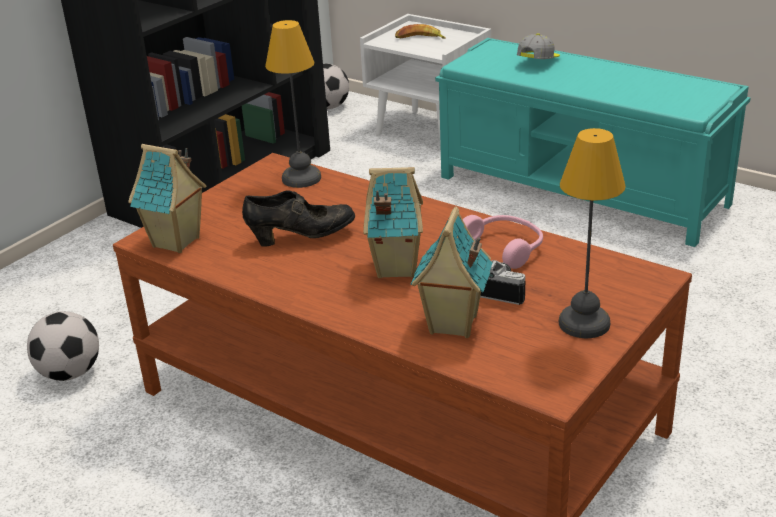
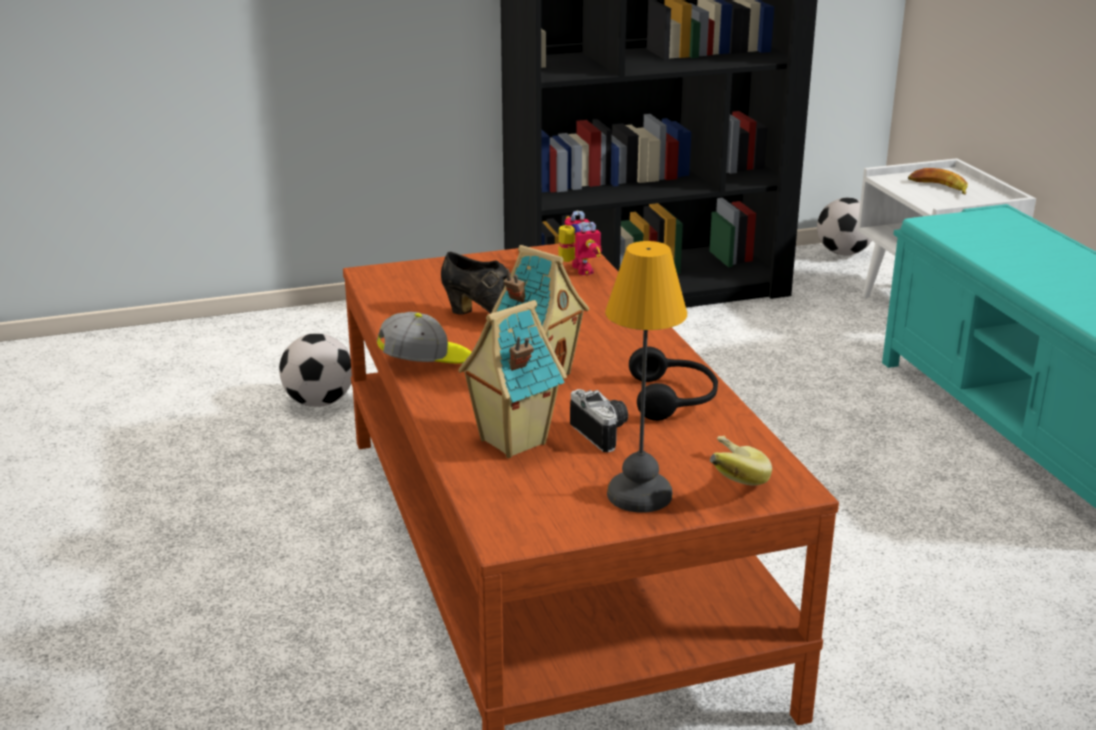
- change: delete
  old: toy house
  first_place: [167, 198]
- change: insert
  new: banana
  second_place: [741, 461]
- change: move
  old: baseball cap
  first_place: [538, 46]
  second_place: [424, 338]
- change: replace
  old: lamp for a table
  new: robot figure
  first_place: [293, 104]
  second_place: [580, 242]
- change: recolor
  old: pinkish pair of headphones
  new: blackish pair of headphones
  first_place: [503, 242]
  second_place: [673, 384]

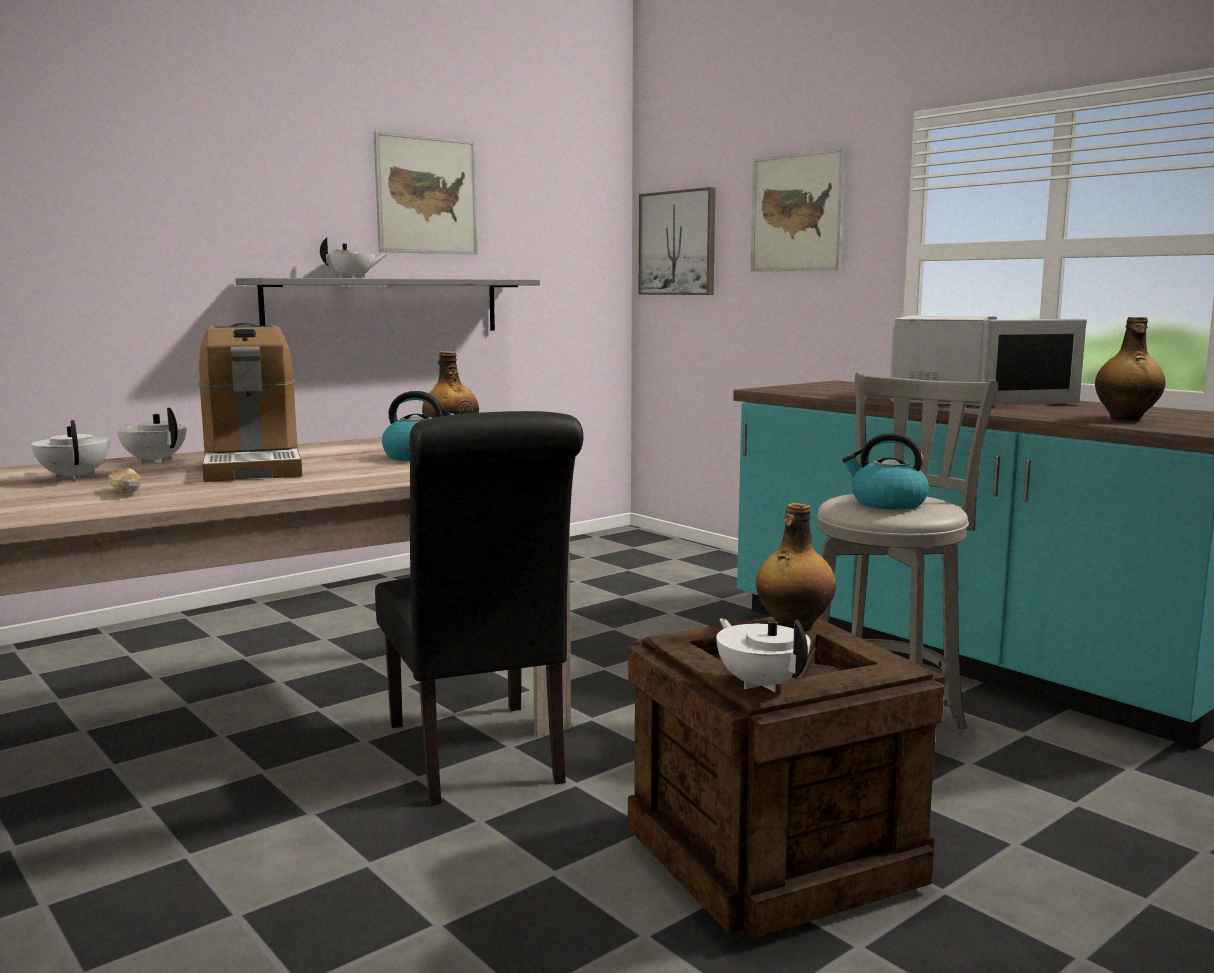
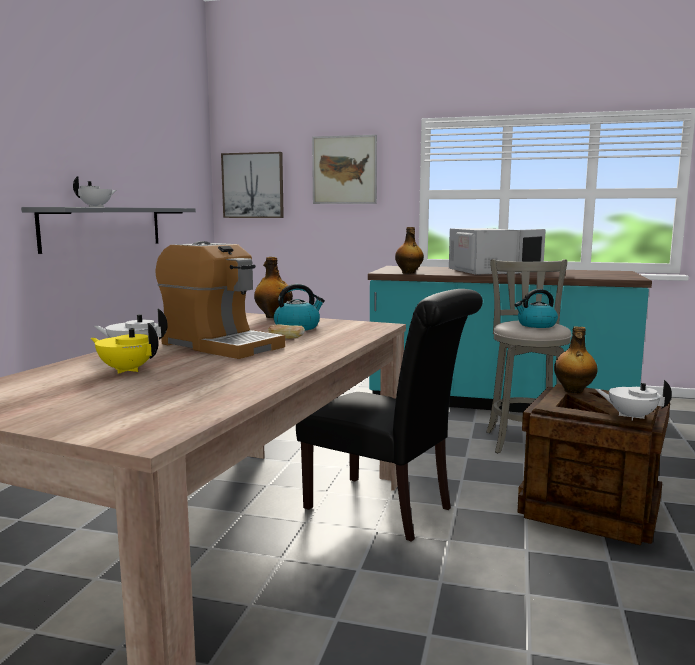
- change: delete
  old: picture
  first_place: [426, 192]
- change: move
  old: baked bread
  first_place: [124, 481]
  second_place: [286, 331]
- change: move
  old: bottle
  first_place: [1130, 369]
  second_place: [409, 250]
- change: recolor
  old: white-coloured pot for tea
  new: yellow-coloured pot for tea
  first_place: [70, 450]
  second_place: [125, 348]

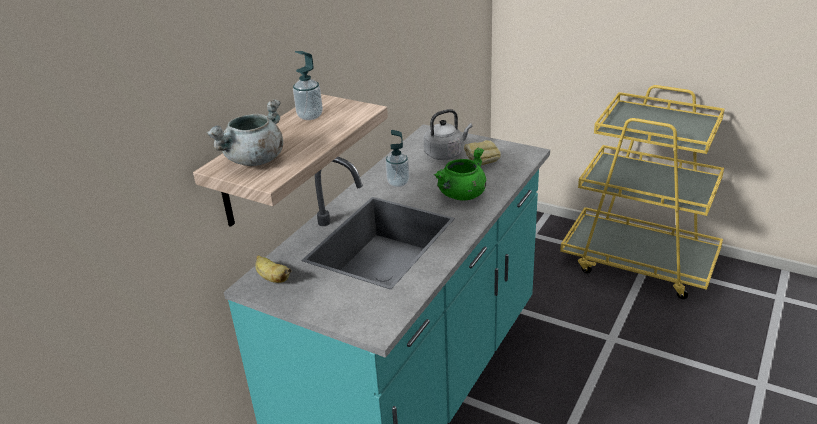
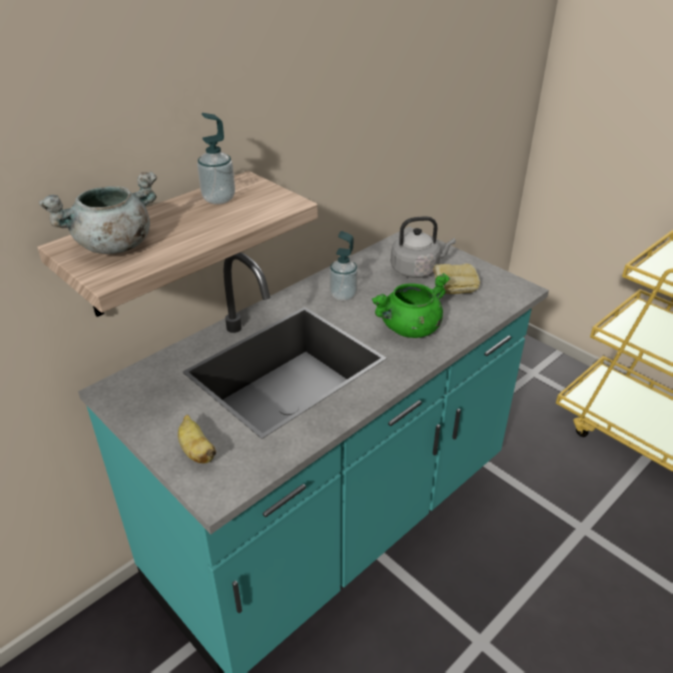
- change: move
  old: banana
  first_place: [273, 269]
  second_place: [197, 439]

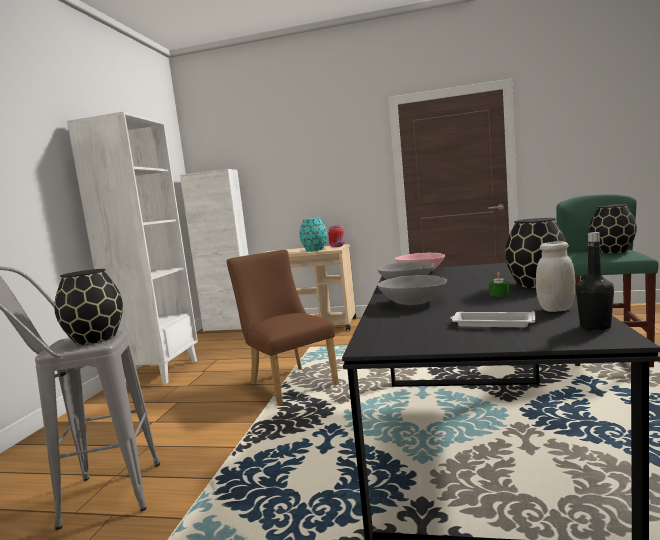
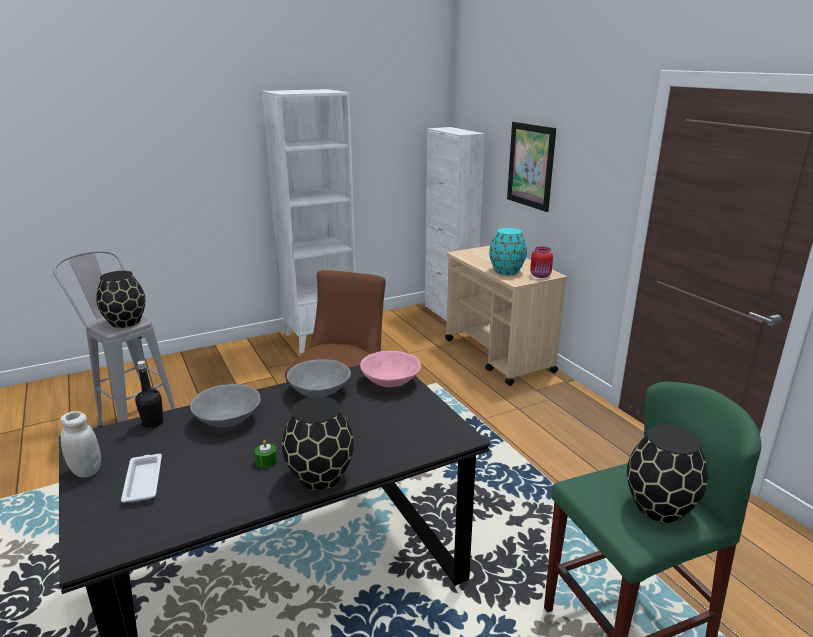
- change: insert
  new: picture
  second_place: [531, 167]
- change: move
  old: white-coloured storage jar
  first_place: [555, 276]
  second_place: [80, 444]
- change: move
  old: blackish bottle
  first_place: [595, 281]
  second_place: [149, 394]

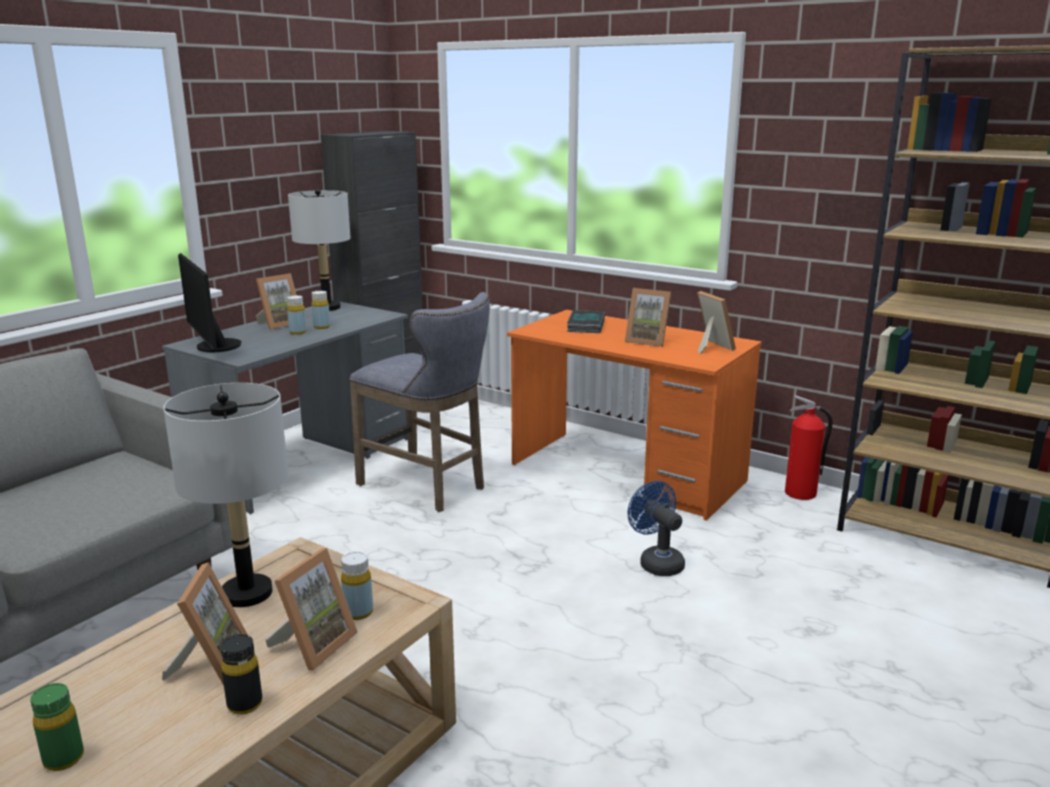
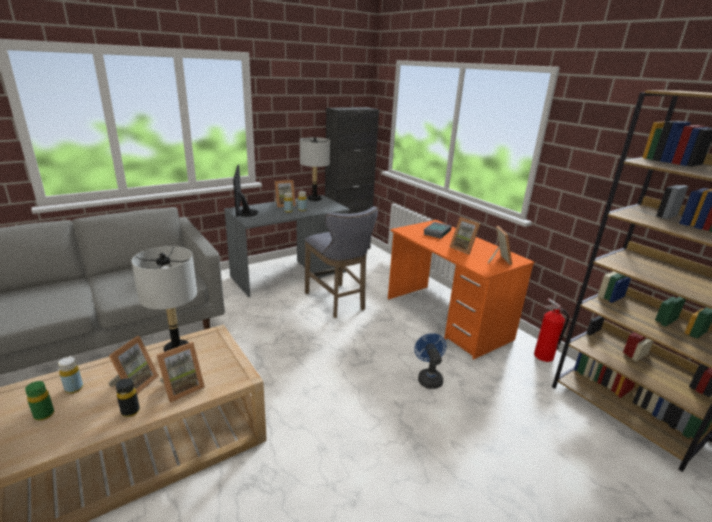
- change: move
  old: yellow-coloured bottle
  first_place: [357, 586]
  second_place: [70, 375]

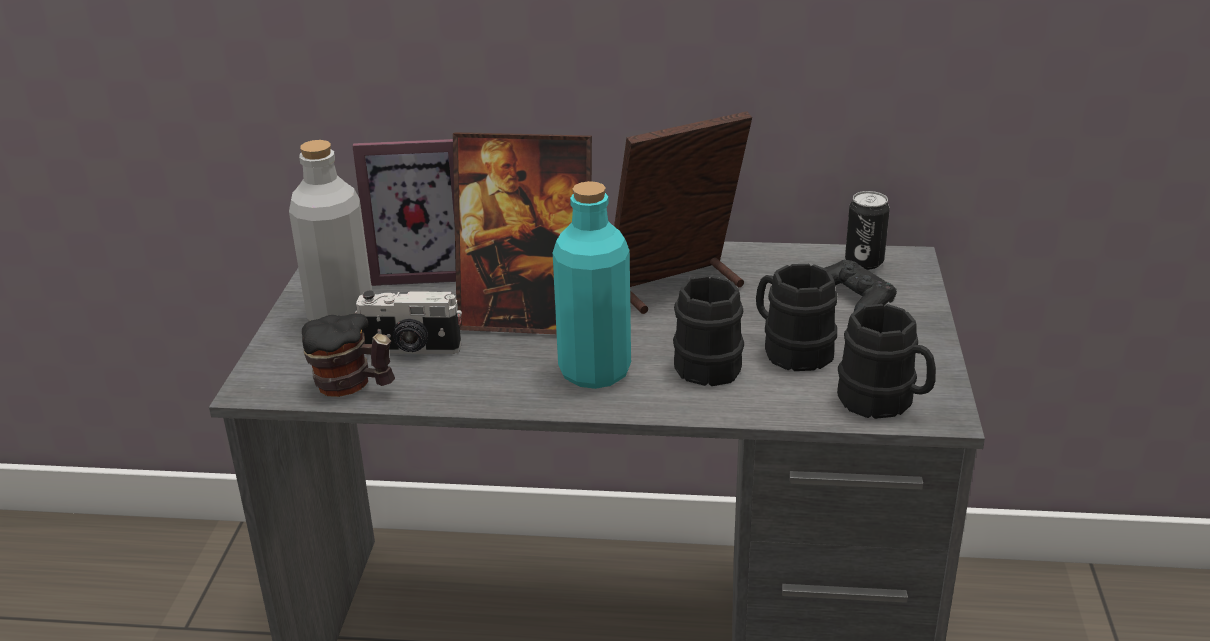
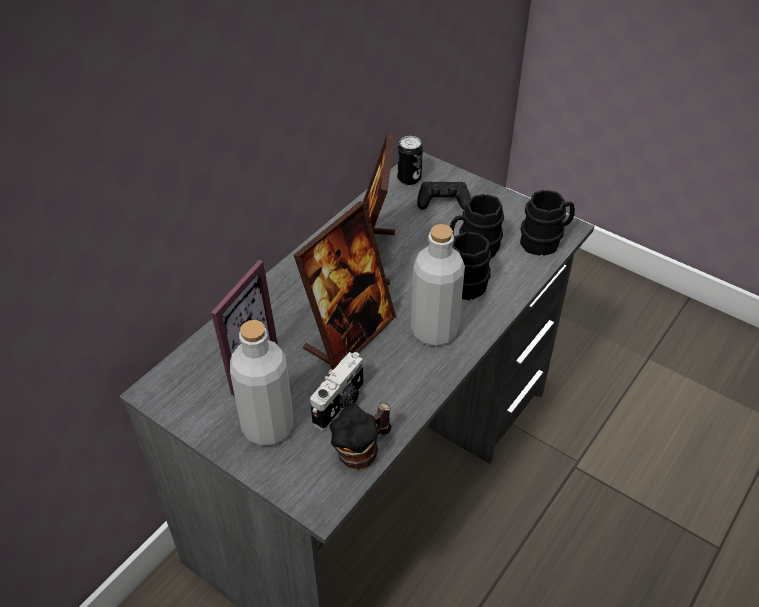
- change: recolor
  old: blue-green bottle
  new: grey bottle
  first_place: [592, 285]
  second_place: [438, 285]

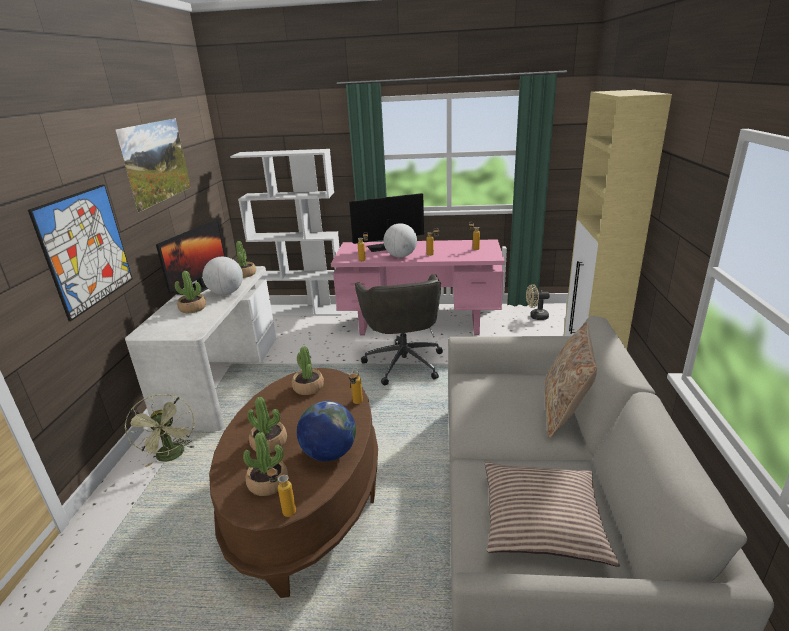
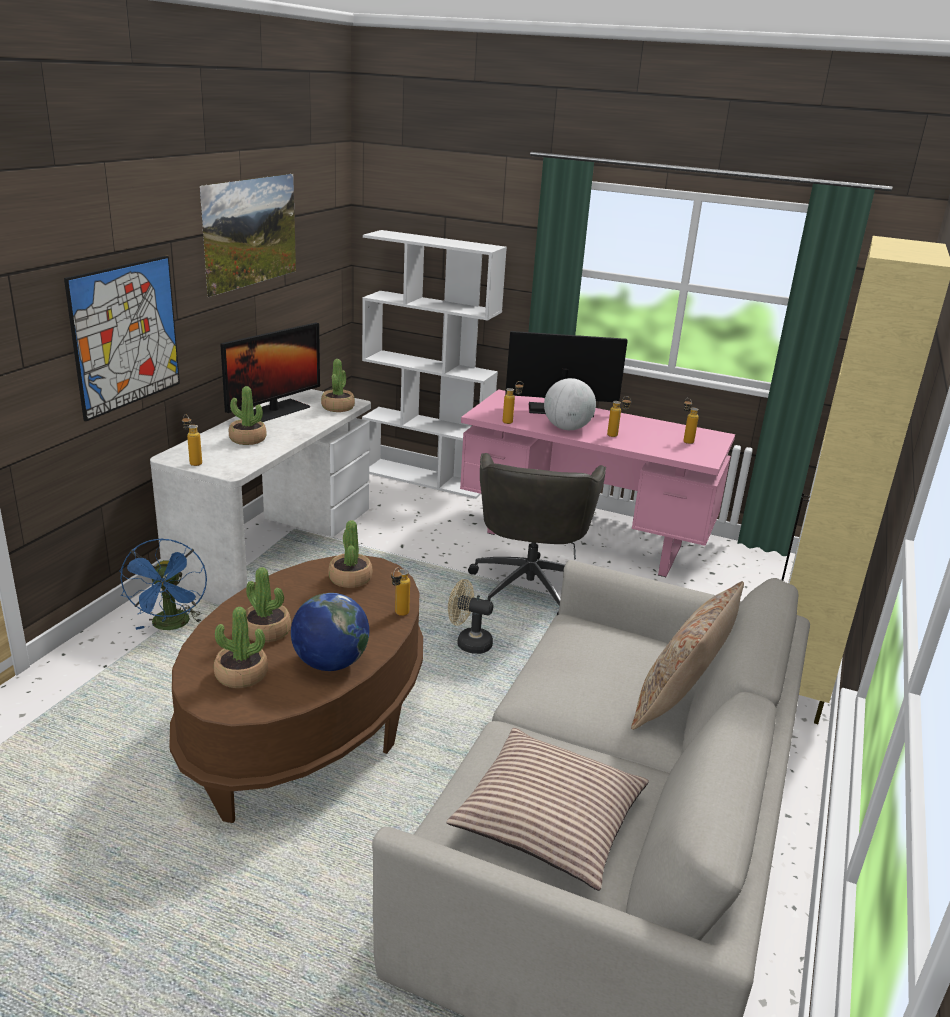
- change: delete
  old: world globe
  first_place: [223, 276]
- change: move
  old: bottle
  first_place: [281, 492]
  second_place: [192, 440]
- change: move
  old: sand-coloured electric fan
  first_place: [538, 302]
  second_place: [470, 616]
- change: recolor
  old: green electric fan
  new: bluish electric fan
  first_place: [160, 430]
  second_place: [163, 584]

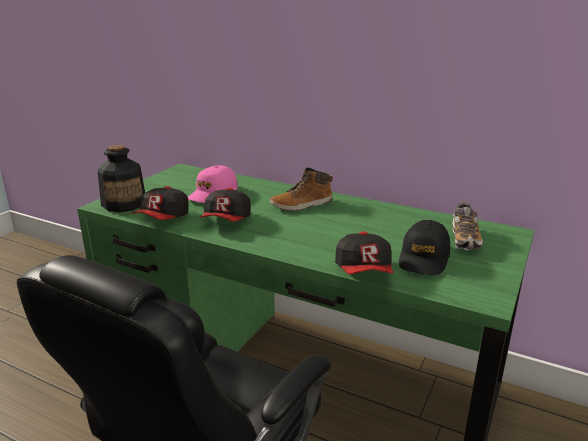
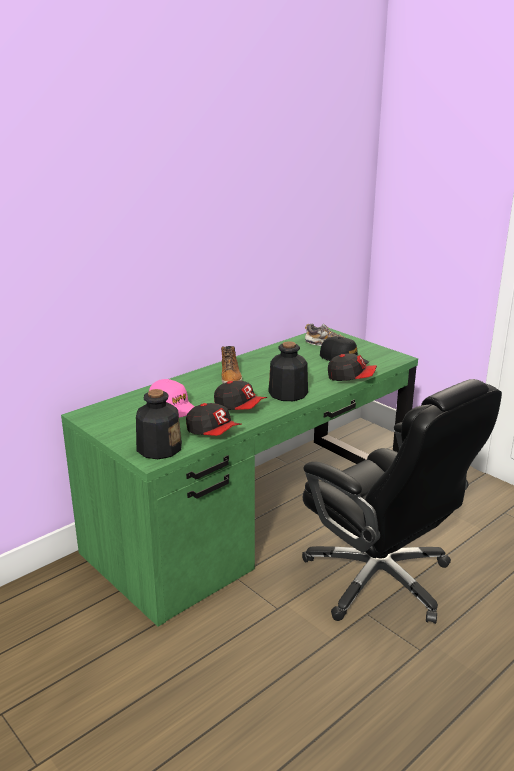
- change: insert
  new: bottle
  second_place: [288, 371]

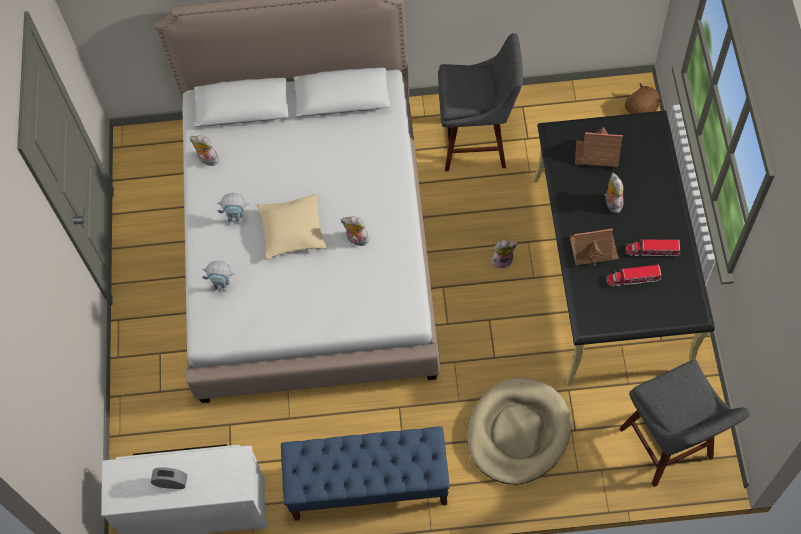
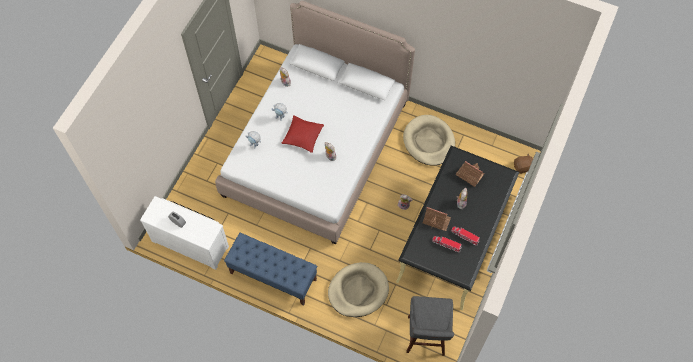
- change: replace
  old: grey stool
  new: sand-coloured dog cushion
  first_place: [480, 102]
  second_place: [429, 140]
- change: recolor
  old: sand-coloured pillow
  new: red pillow
  first_place: [292, 227]
  second_place: [303, 134]

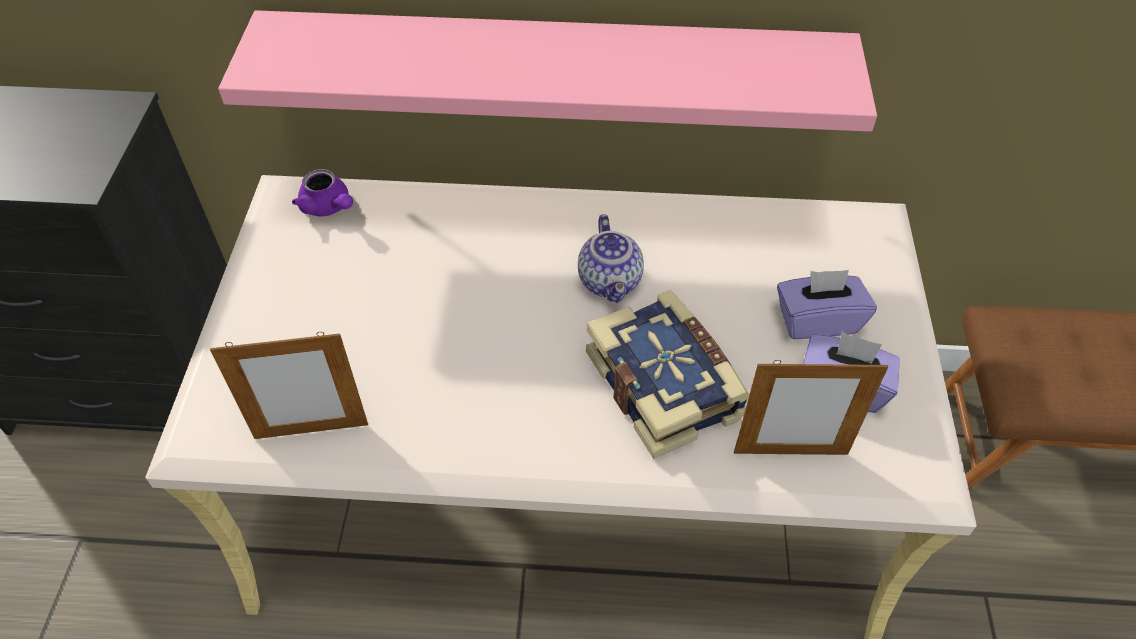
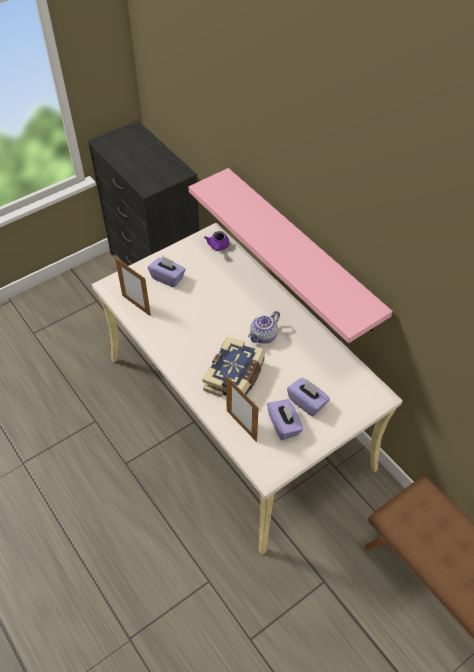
- change: insert
  new: purplish tissue holder
  second_place: [167, 272]

